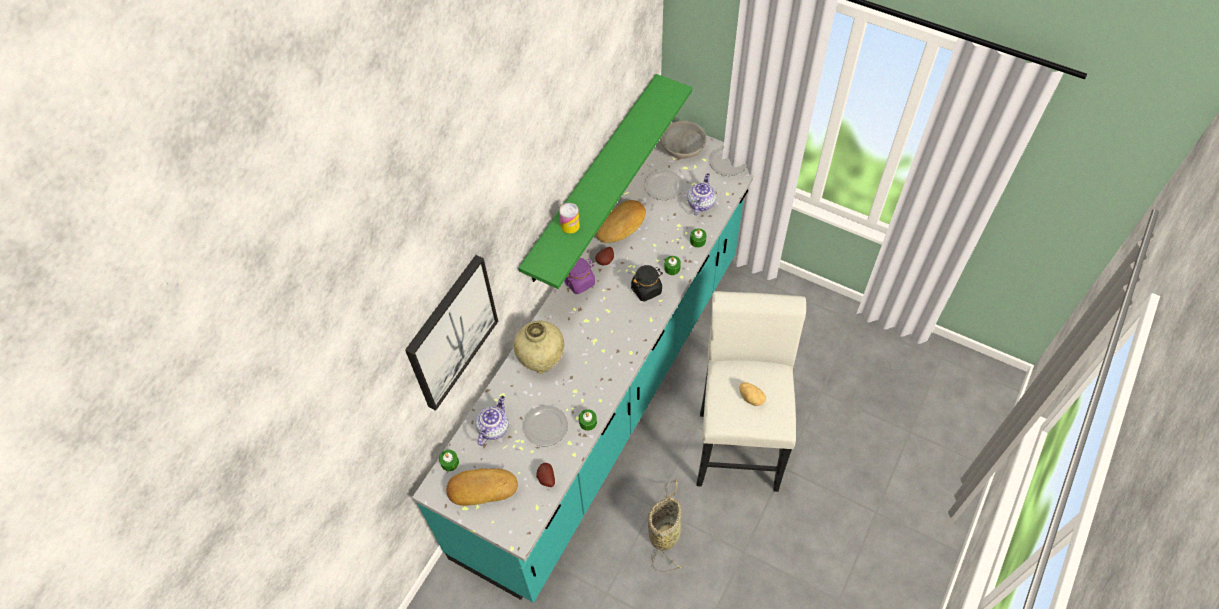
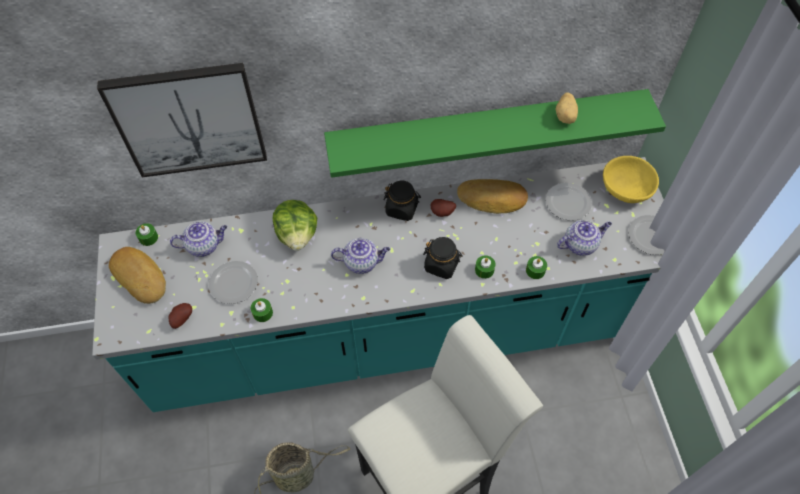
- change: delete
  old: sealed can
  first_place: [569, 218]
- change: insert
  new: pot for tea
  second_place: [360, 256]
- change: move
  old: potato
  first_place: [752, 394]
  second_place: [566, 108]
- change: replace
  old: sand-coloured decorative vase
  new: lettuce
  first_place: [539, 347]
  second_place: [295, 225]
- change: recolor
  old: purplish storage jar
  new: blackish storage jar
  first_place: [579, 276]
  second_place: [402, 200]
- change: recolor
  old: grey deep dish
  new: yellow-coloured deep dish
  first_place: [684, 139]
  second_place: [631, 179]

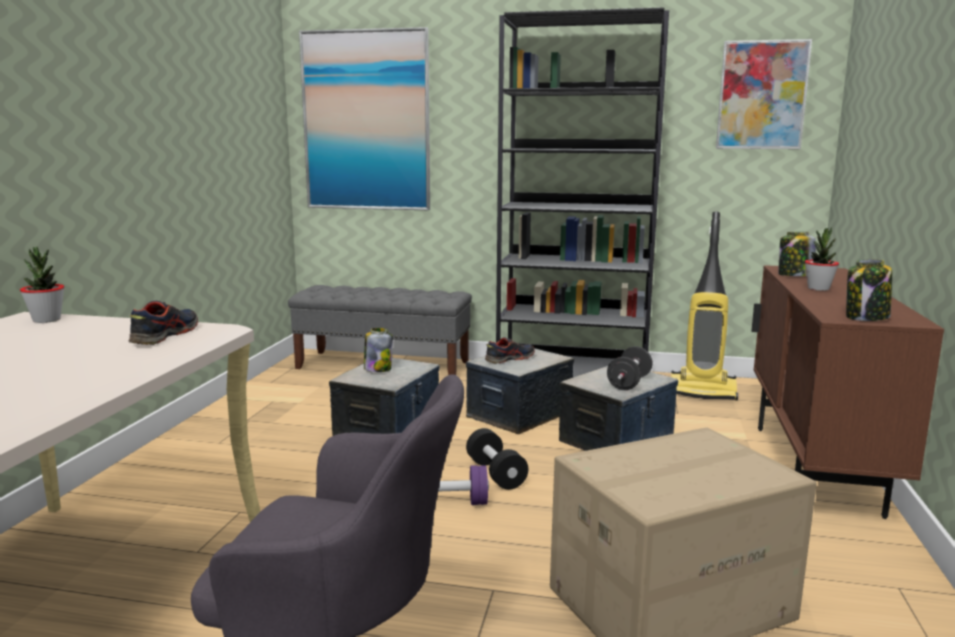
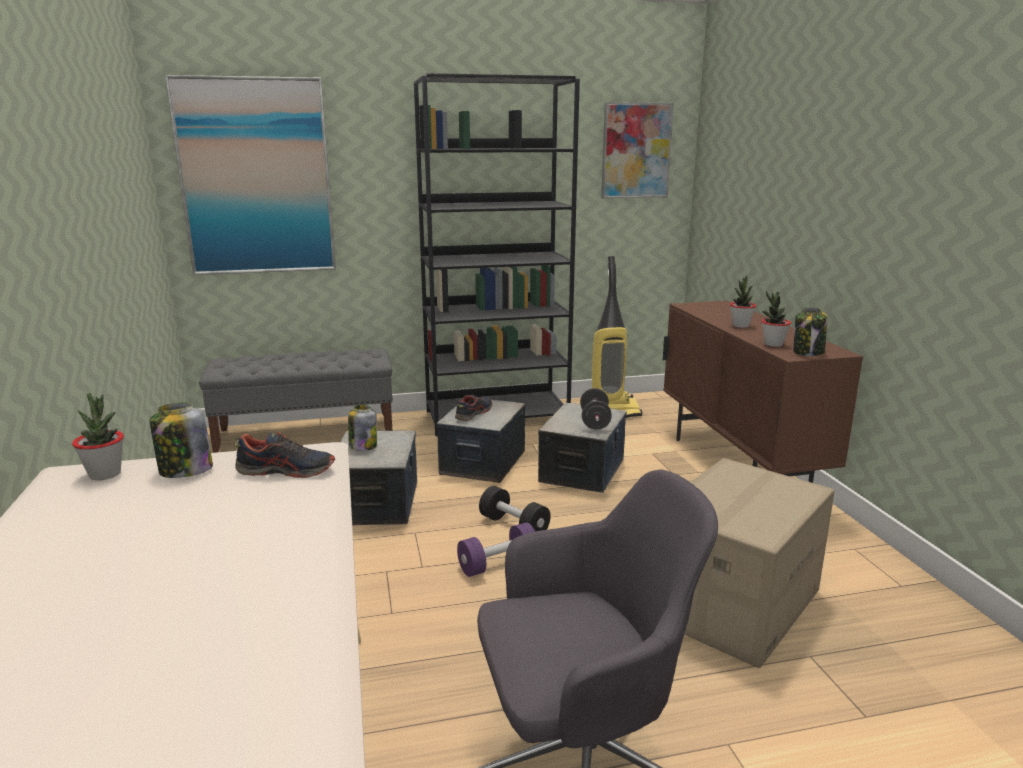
- change: insert
  new: plant in a pot
  second_place: [776, 319]
- change: move
  old: storage jar
  first_place: [797, 254]
  second_place: [181, 440]
- change: rotate
  old: low shoe
  first_place: [163, 323]
  second_place: [285, 455]
  degrees: 105

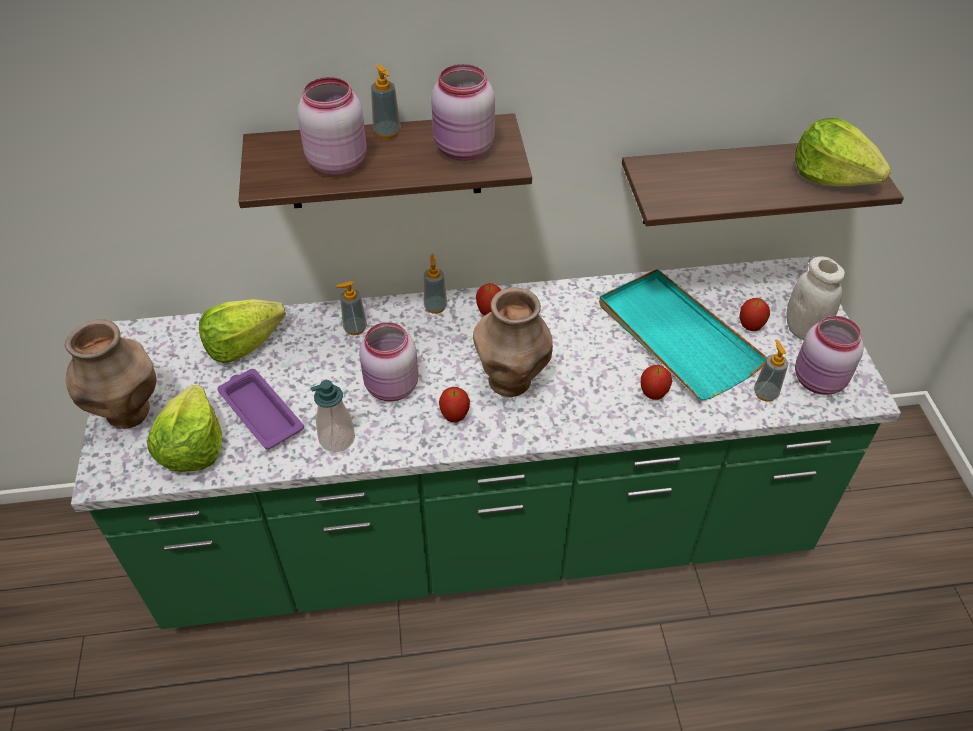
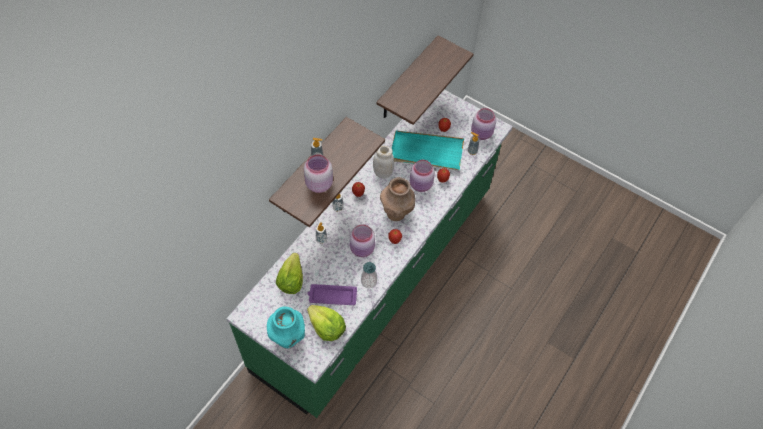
- change: delete
  old: lettuce
  first_place: [843, 152]
- change: move
  old: pinkish storage jar
  first_place: [463, 112]
  second_place: [422, 176]
- change: move
  old: white-coloured storage jar
  first_place: [815, 298]
  second_place: [383, 161]
- change: recolor
  old: brownish decorative vase
  new: blue-green decorative vase
  first_place: [111, 374]
  second_place: [286, 327]

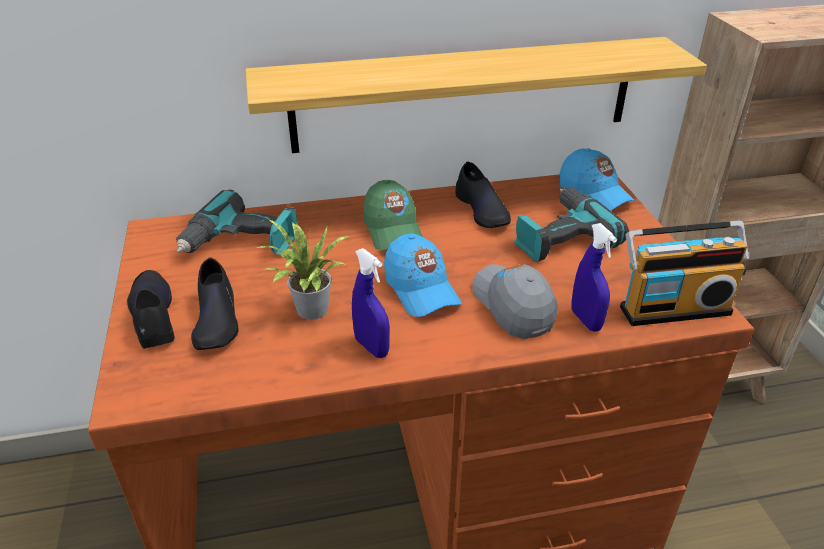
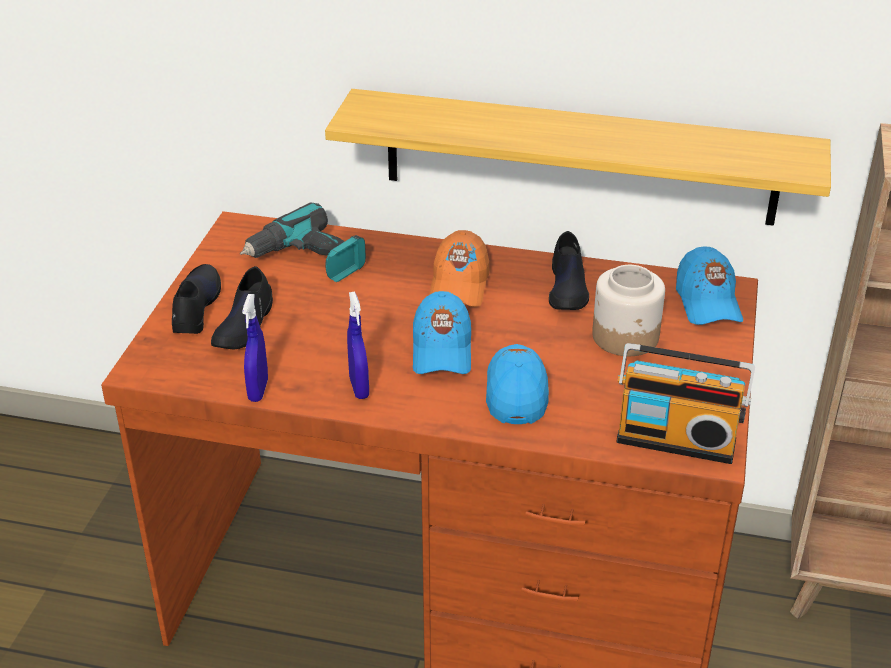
- change: delete
  old: plant in a pot
  first_place: [302, 269]
- change: move
  old: bluish spray bottle
  first_place: [594, 277]
  second_place: [255, 348]
- change: replace
  old: power drill
  new: storage jar
  first_place: [571, 224]
  second_place: [628, 310]
- change: recolor
  old: green baseball cap
  new: orange-coloured baseball cap
  first_place: [393, 215]
  second_place: [459, 268]
- change: recolor
  old: grey baseball cap
  new: bluish baseball cap
  first_place: [514, 301]
  second_place: [517, 384]

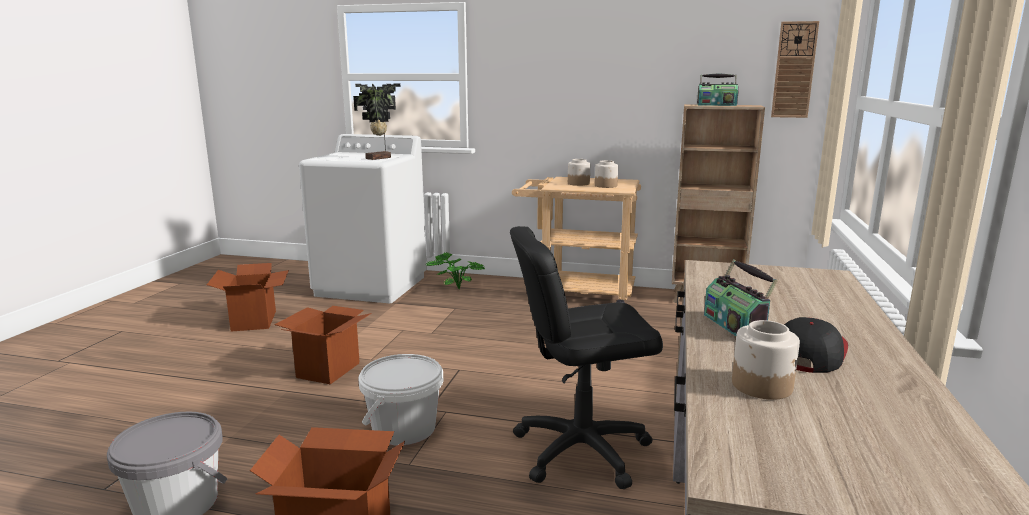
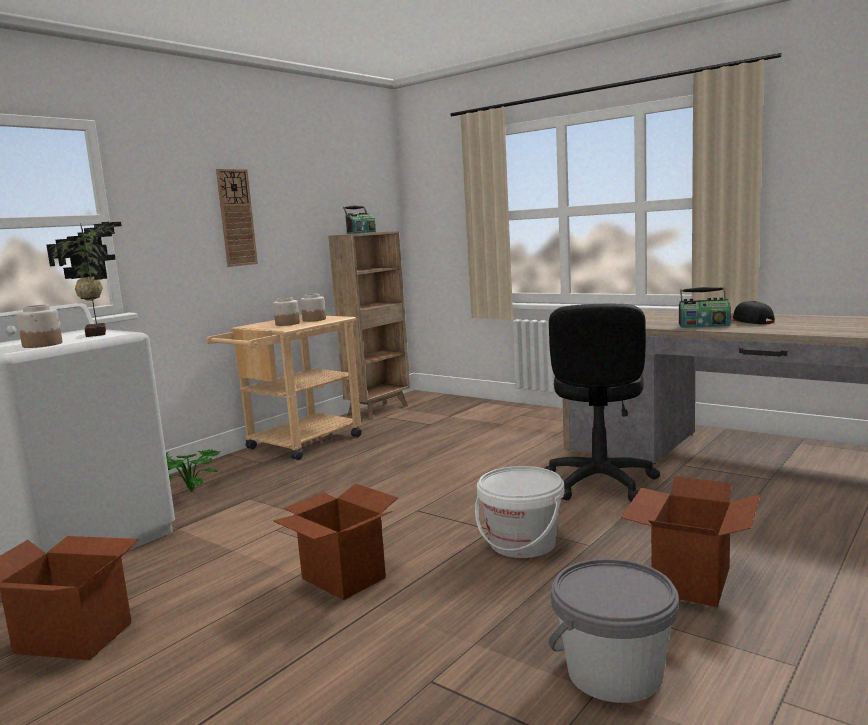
- change: move
  old: storage jar
  first_place: [766, 360]
  second_place: [39, 326]
- change: move
  old: hanging clock
  first_place: [795, 69]
  second_place: [237, 218]

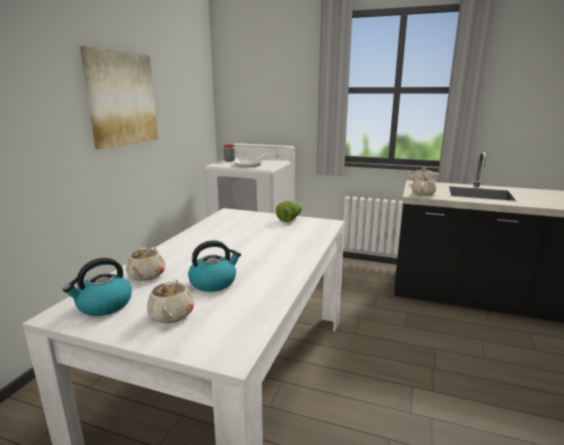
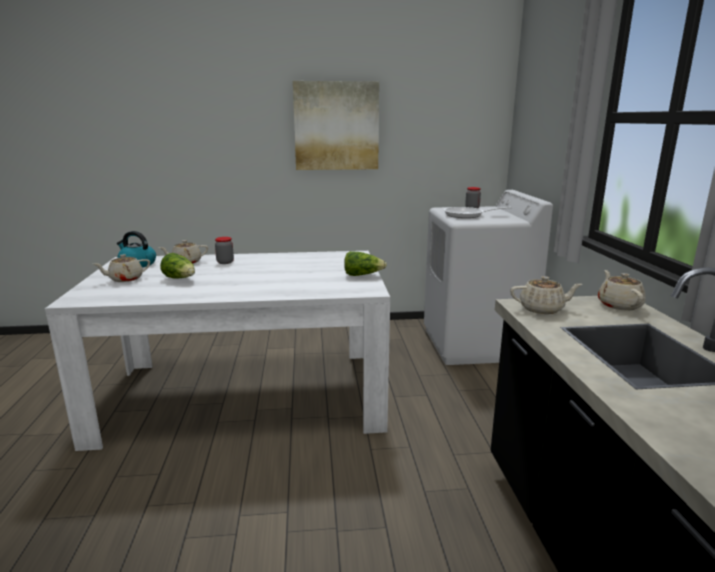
- change: insert
  new: storage jar
  second_place: [224, 250]
- change: replace
  old: tea kettle
  new: lettuce
  first_place: [214, 266]
  second_place: [177, 265]

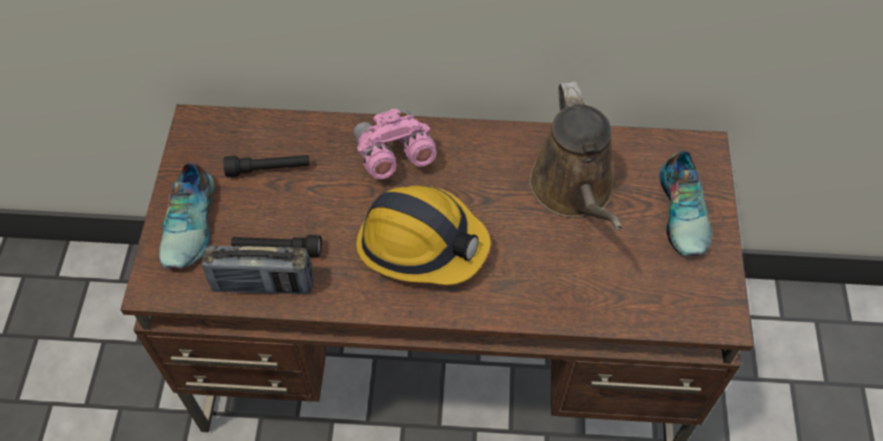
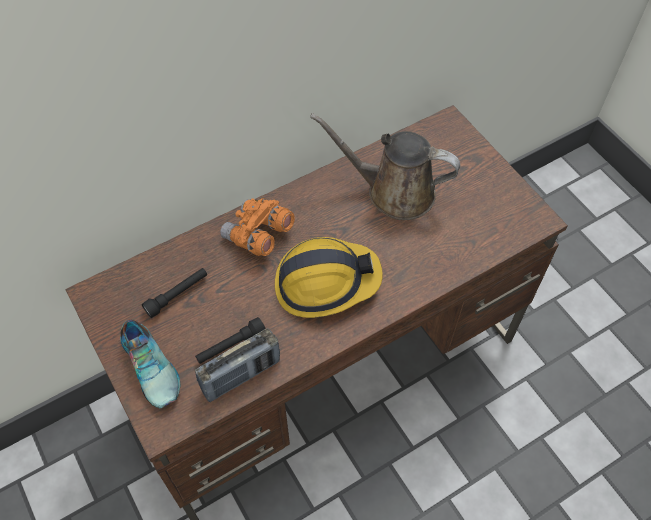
- change: delete
  old: low shoe
  first_place: [685, 203]
- change: recolor
  old: pinkish field glasses
  new: orange-coloured field glasses
  first_place: [394, 144]
  second_place: [257, 227]
- change: rotate
  old: brownish sprinkling can
  first_place: [575, 155]
  second_place: [385, 166]
  degrees: 150

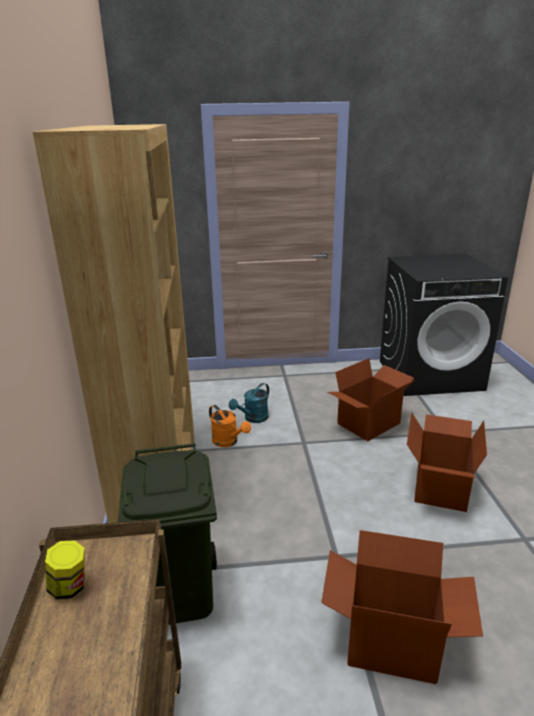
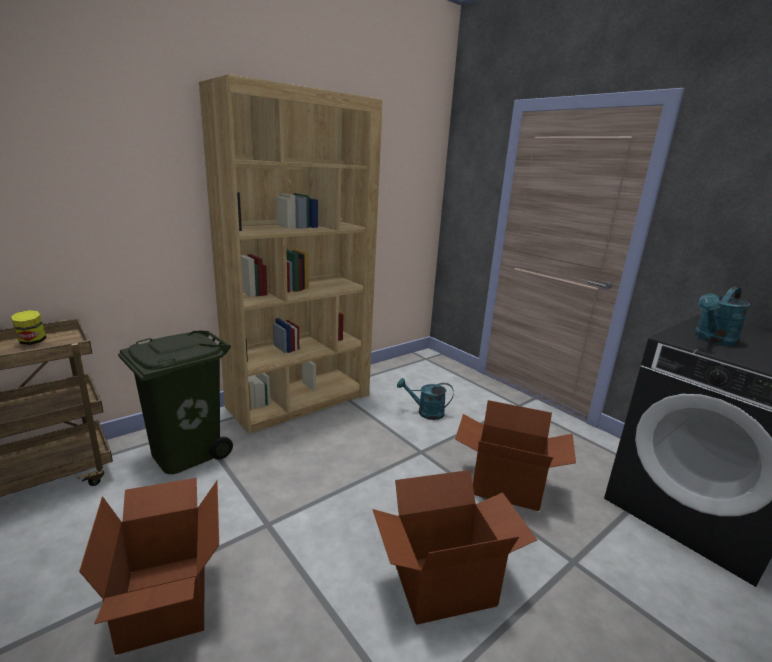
- change: delete
  old: orange-coloured sprinkling can
  first_place: [230, 426]
- change: insert
  new: blue-green sprinkling can
  second_place: [722, 316]

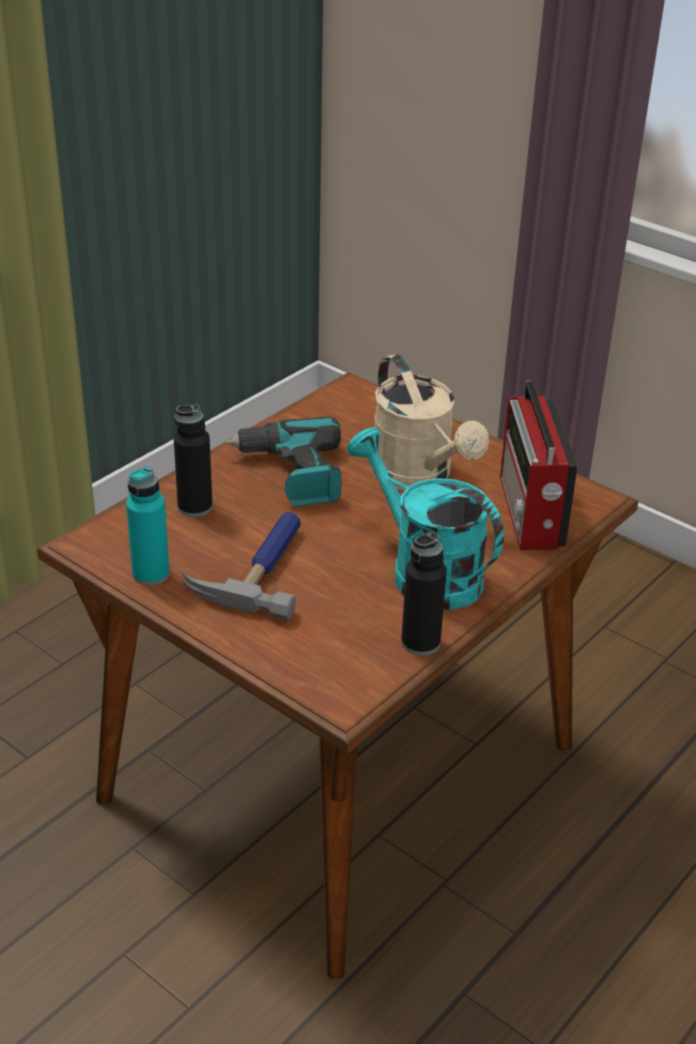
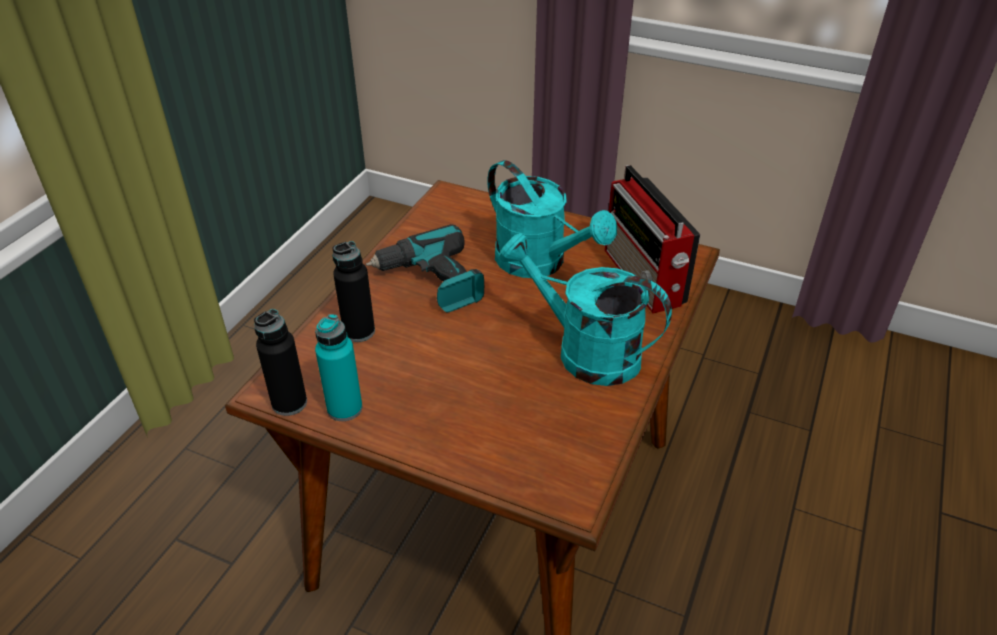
- change: delete
  old: tool hammer
  first_place: [241, 566]
- change: move
  old: blackish bottle
  first_place: [424, 593]
  second_place: [280, 362]
- change: recolor
  old: sand-coloured sprinkling can
  new: blue-green sprinkling can
  first_place: [430, 422]
  second_place: [552, 219]

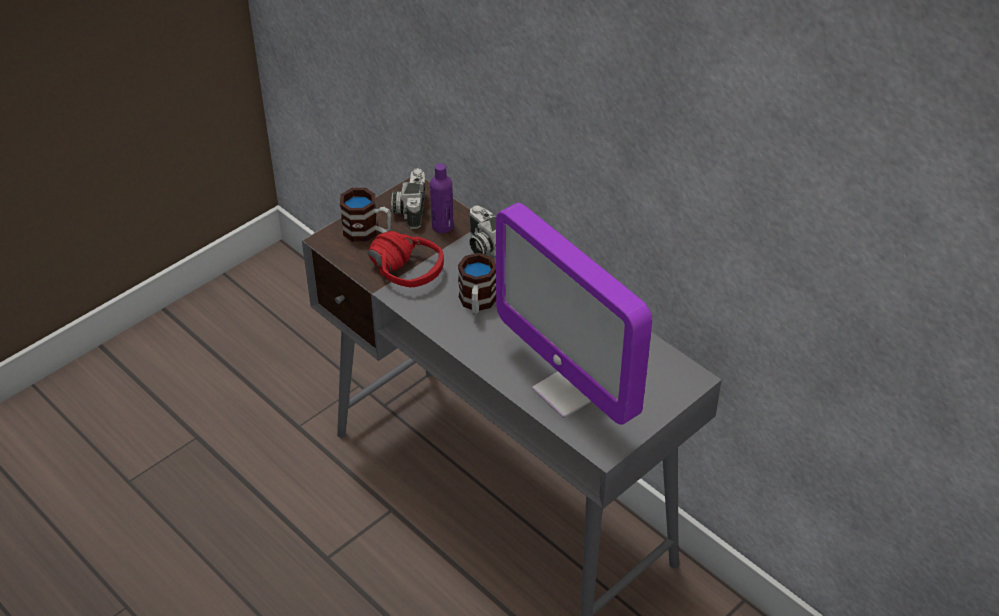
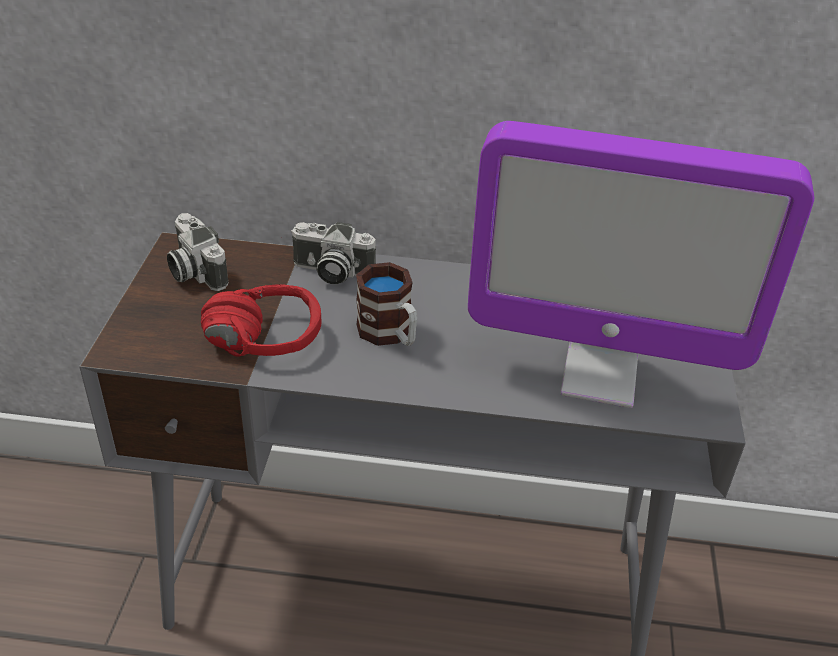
- change: delete
  old: coffee mug
  first_place: [365, 215]
- change: delete
  old: purplish bottle
  first_place: [442, 198]

